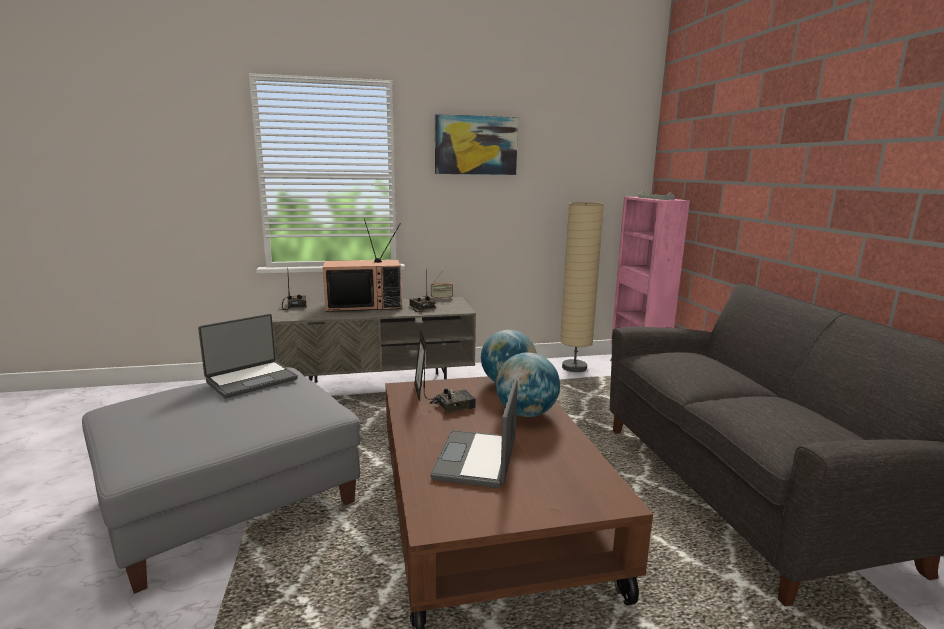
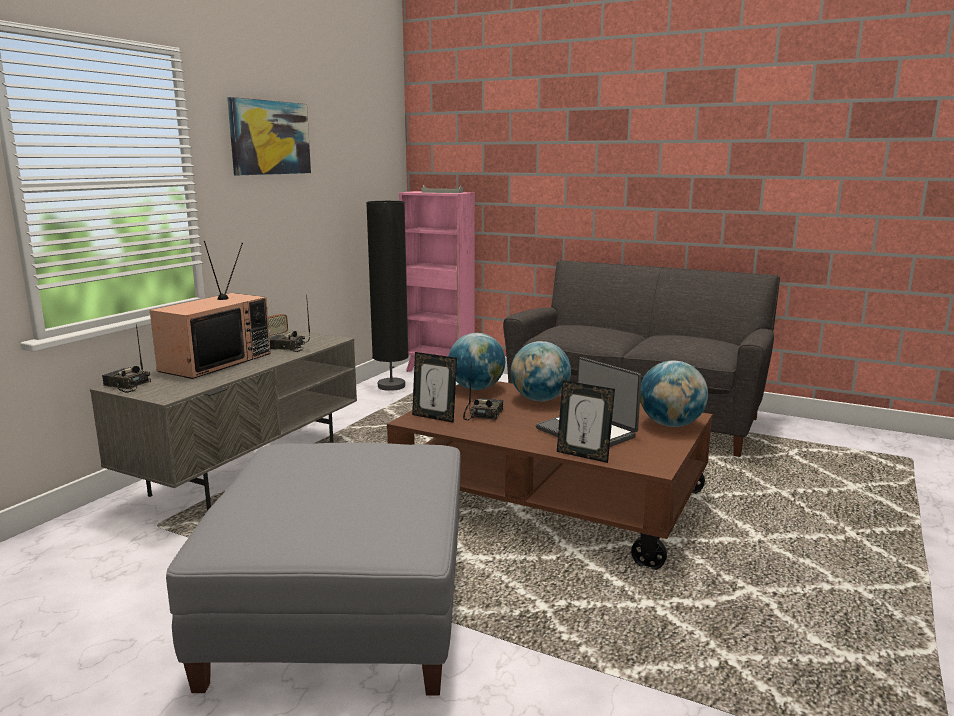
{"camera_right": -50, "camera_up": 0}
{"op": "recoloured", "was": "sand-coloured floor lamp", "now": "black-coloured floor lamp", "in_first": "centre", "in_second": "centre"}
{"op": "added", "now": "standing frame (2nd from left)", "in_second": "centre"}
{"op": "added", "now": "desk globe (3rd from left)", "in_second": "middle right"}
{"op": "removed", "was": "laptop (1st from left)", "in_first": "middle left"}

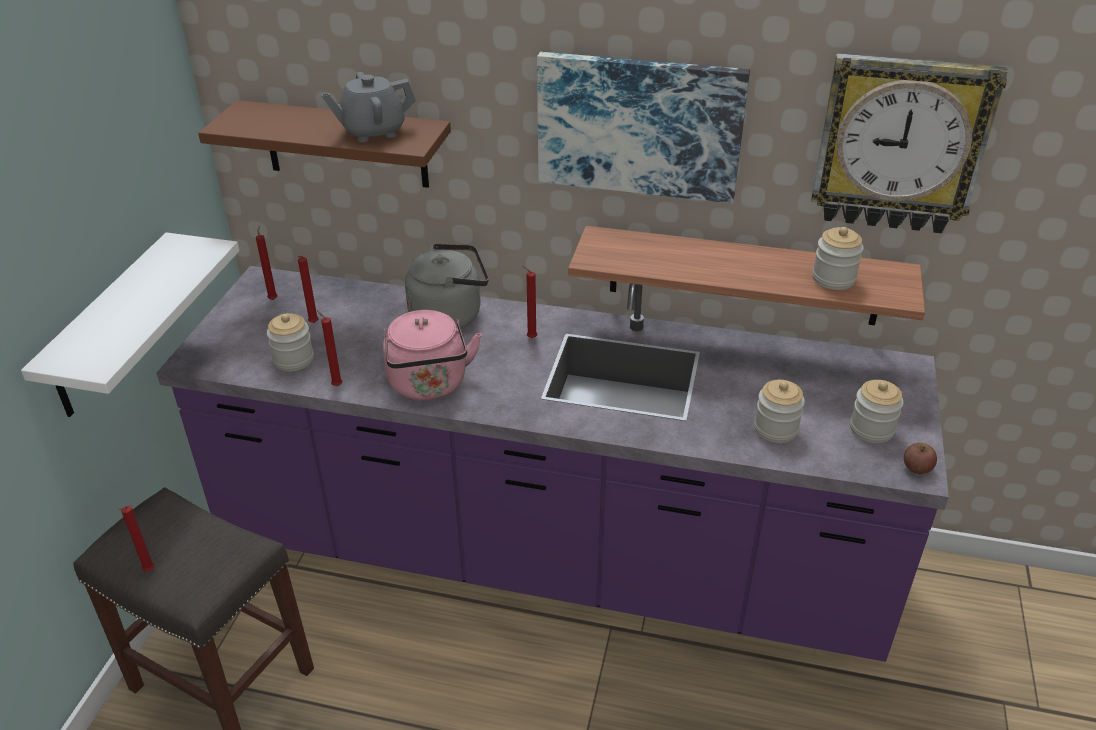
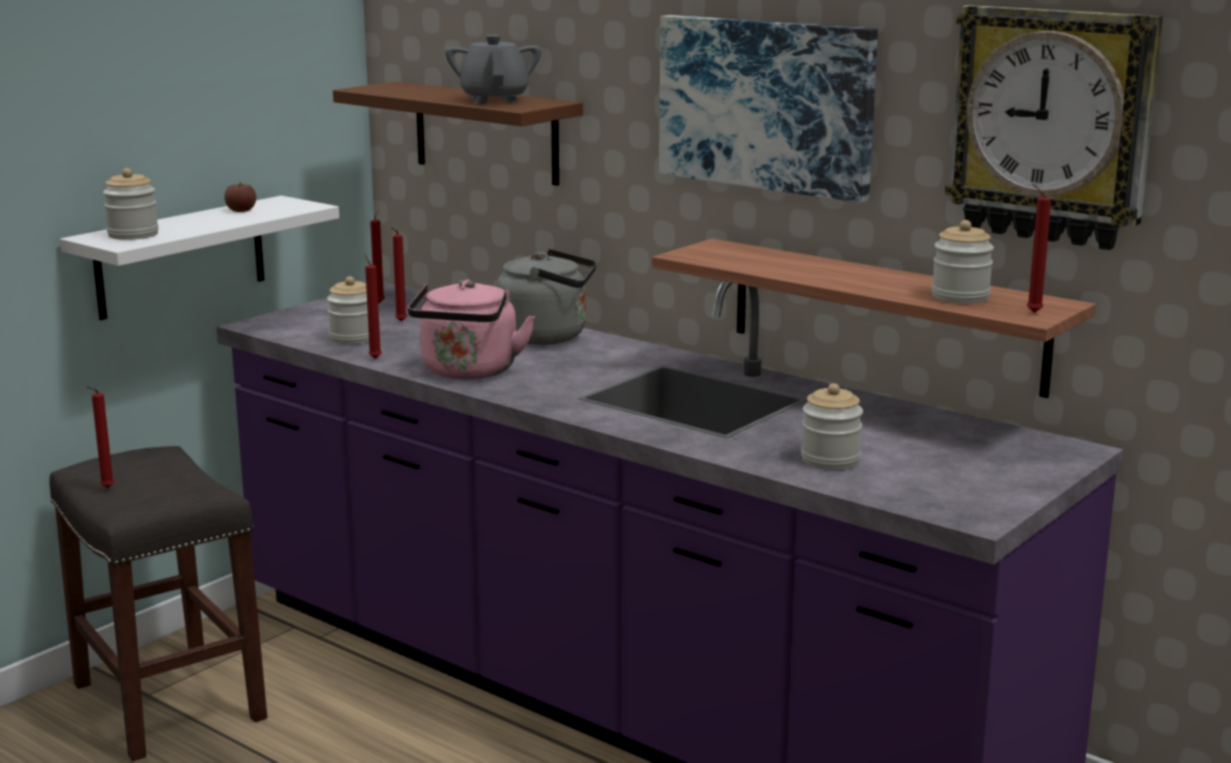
{"camera_right": 25, "camera_up": -20}
{"op": "moved", "was": "preserve jar (4th from left in the first image)", "now": "preserve jar (1st from left)", "in_first": "middle right", "in_second": "top left"}
{"op": "moved", "was": "apple", "in_first": "middle right", "in_second": "top left"}
{"op": "turned", "was": "gray tea pot", "in_first": "top centre", "in_second": "top centre", "clockwise": 75}
{"op": "moved", "was": "red candle (5th from left)", "in_first": "centre", "in_second": "top right"}

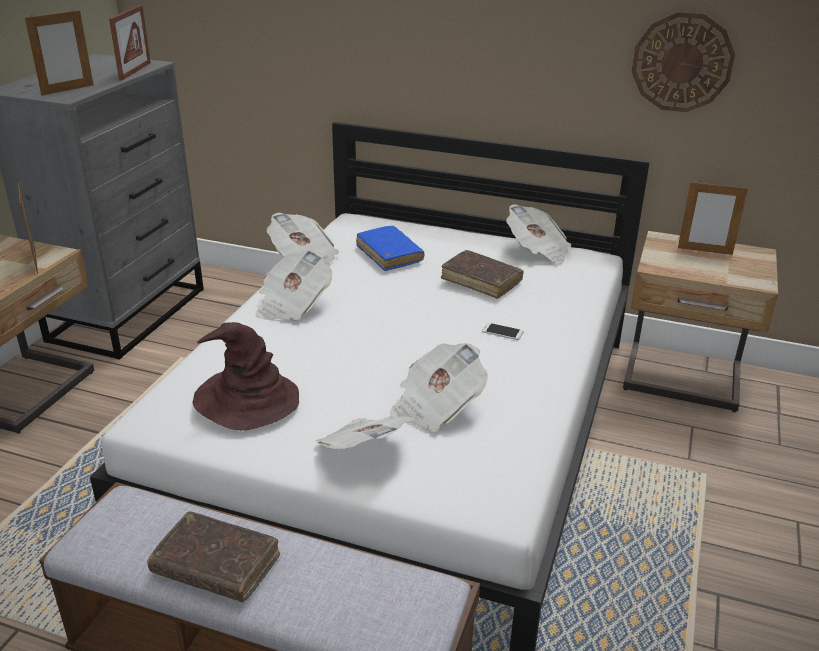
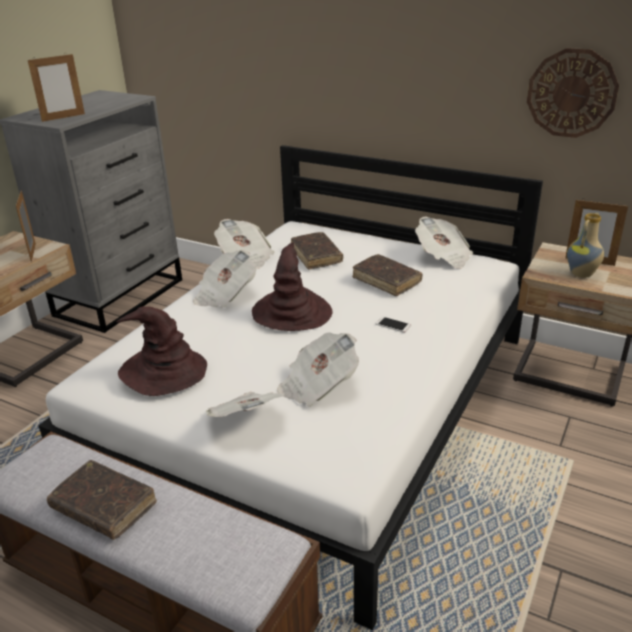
{"camera_right": 10, "camera_up": 0}
{"op": "added", "now": "brownish wearable hat (2nd from left)", "in_second": "centre"}
{"op": "recoloured", "was": "bluish bound book", "now": "brownish bound book (2nd from left)", "in_first": "centre", "in_second": "centre"}
{"op": "added", "now": "vase", "in_second": "middle right"}
{"op": "removed", "was": "standing frame (3rd from left)", "in_first": "top left"}

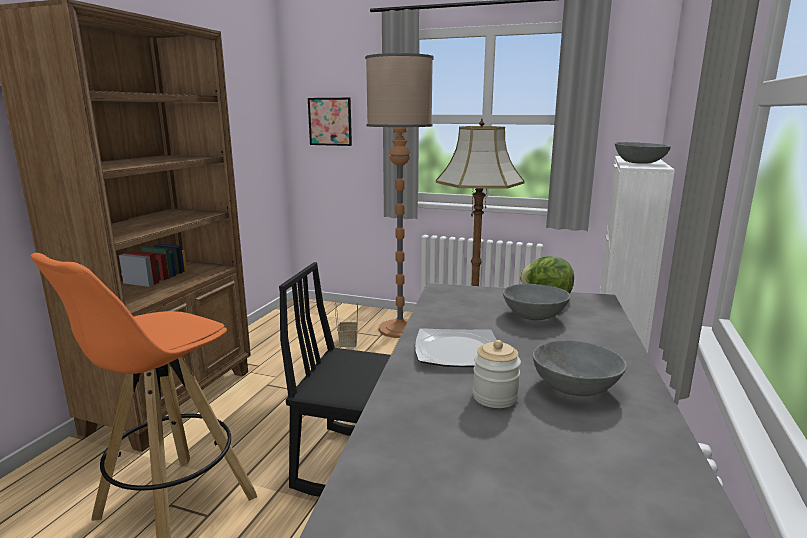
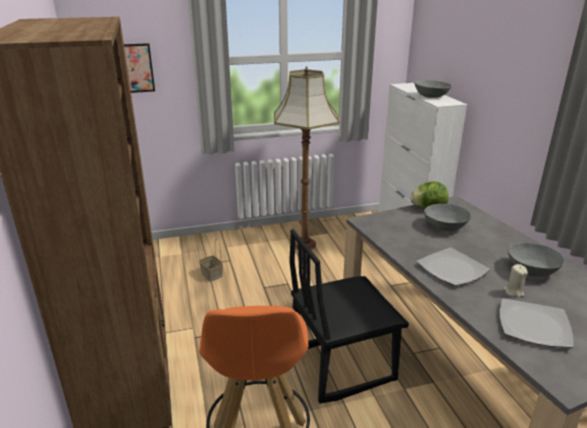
{"camera_right": -35, "camera_up": 10}
{"op": "added", "now": "dinner plate (2nd from left)", "in_second": "bottom right"}
{"op": "replaced", "was": "preserve jar", "now": "sand-coloured candle", "in_first": "bottom centre", "in_second": "middle right"}
{"op": "removed", "was": "floor lamp (1st from left)", "in_first": "centre"}

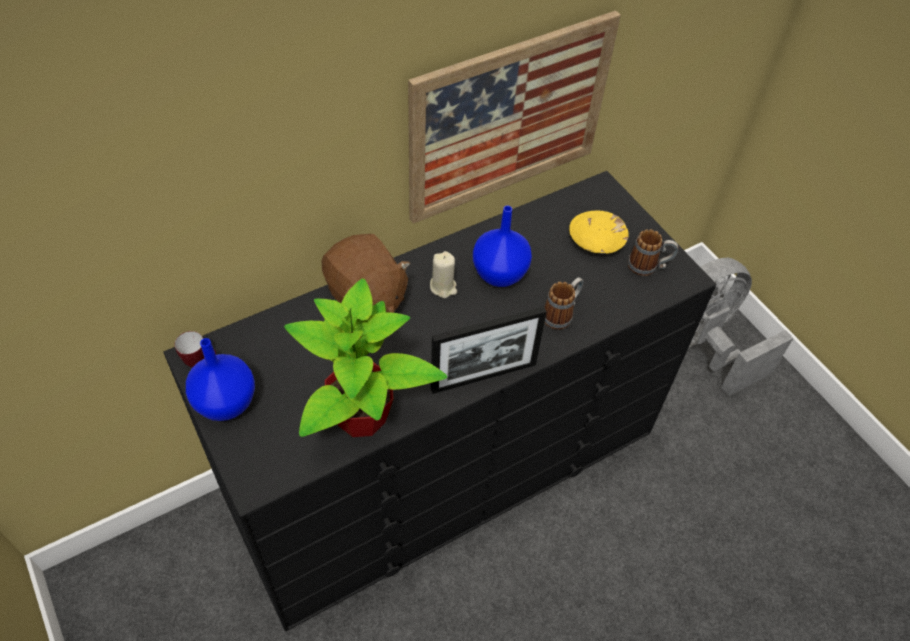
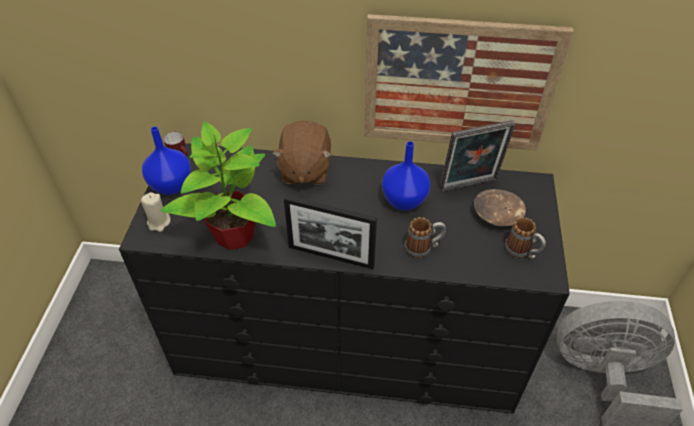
{"camera_right": 40, "camera_up": -5}
{"op": "moved", "was": "sand-coloured candle", "in_first": "centre", "in_second": "middle left"}
{"op": "added", "now": "standing frame (2nd from left)", "in_second": "middle right"}
{"op": "recoloured", "was": "yellowish serving bowl", "now": "brownish serving bowl", "in_first": "centre", "in_second": "middle right"}

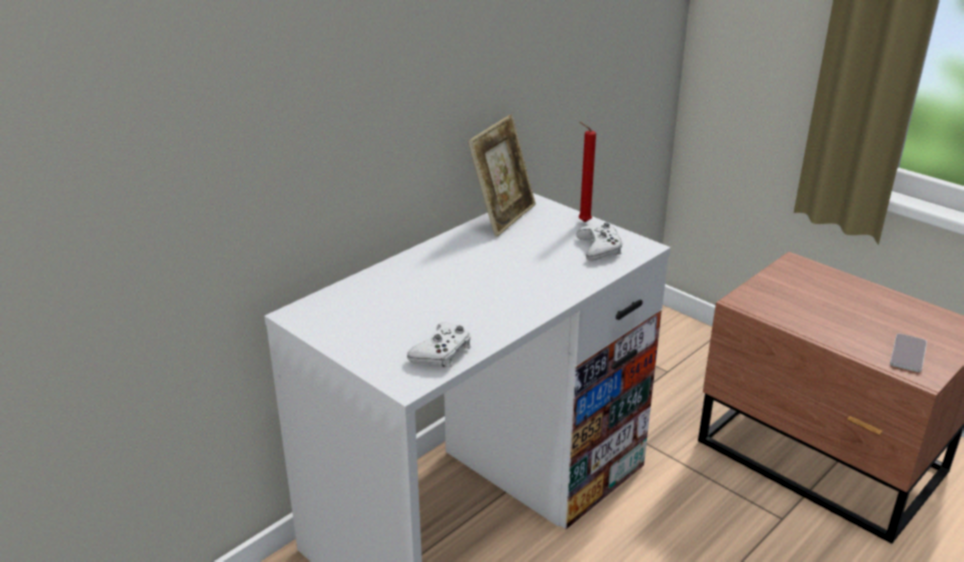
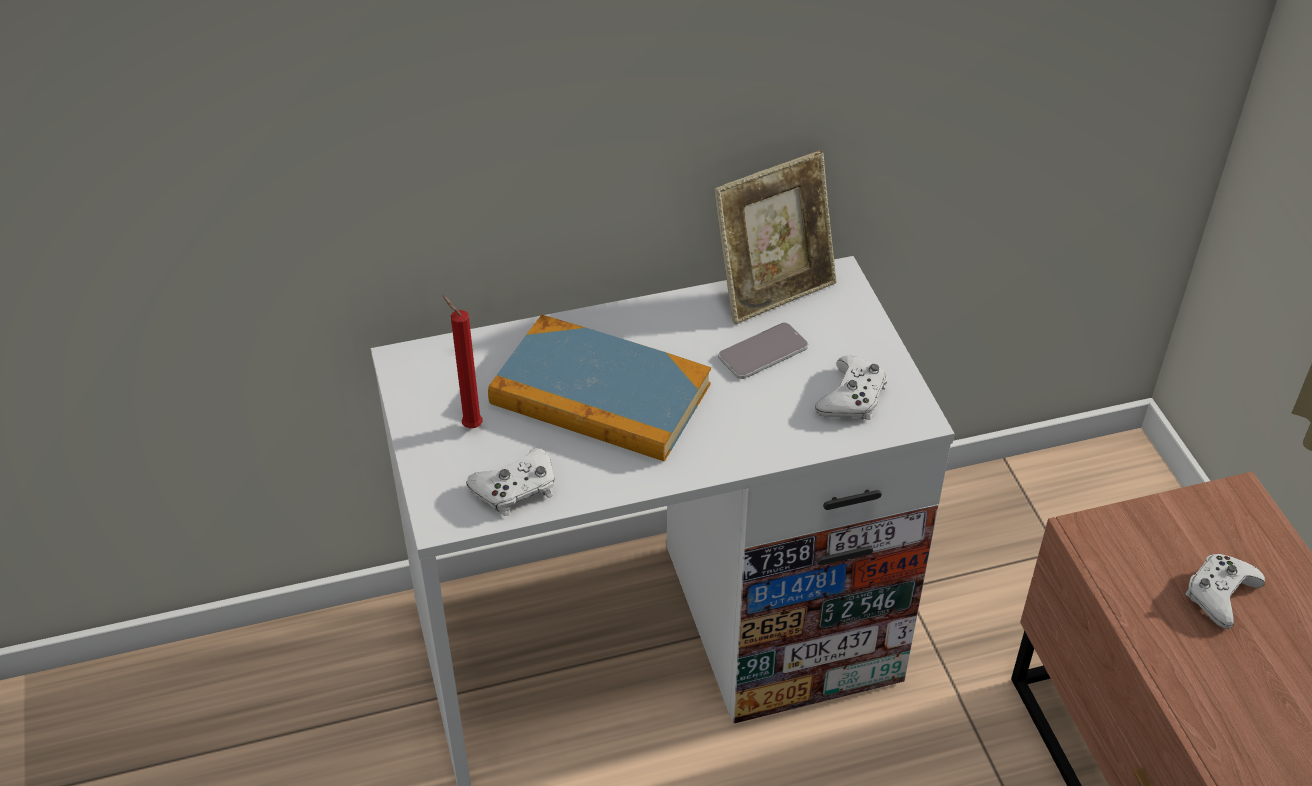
{"camera_right": 30, "camera_up": 15}
{"op": "moved", "was": "red candle", "in_first": "top centre", "in_second": "centre"}
{"op": "added", "now": "bound book", "in_second": "centre"}
{"op": "moved", "was": "phone", "in_first": "middle right", "in_second": "centre"}
{"op": "added", "now": "white-coloured joypad (3rd from left)", "in_second": "bottom right"}

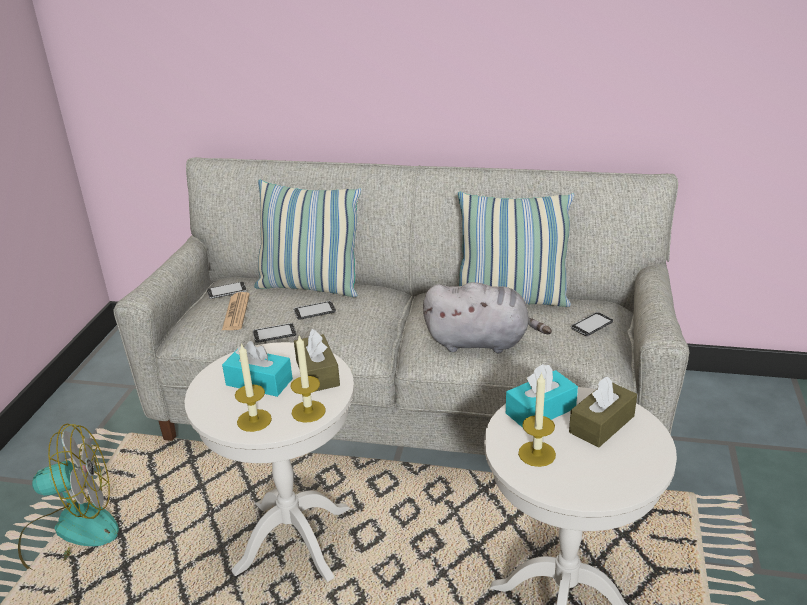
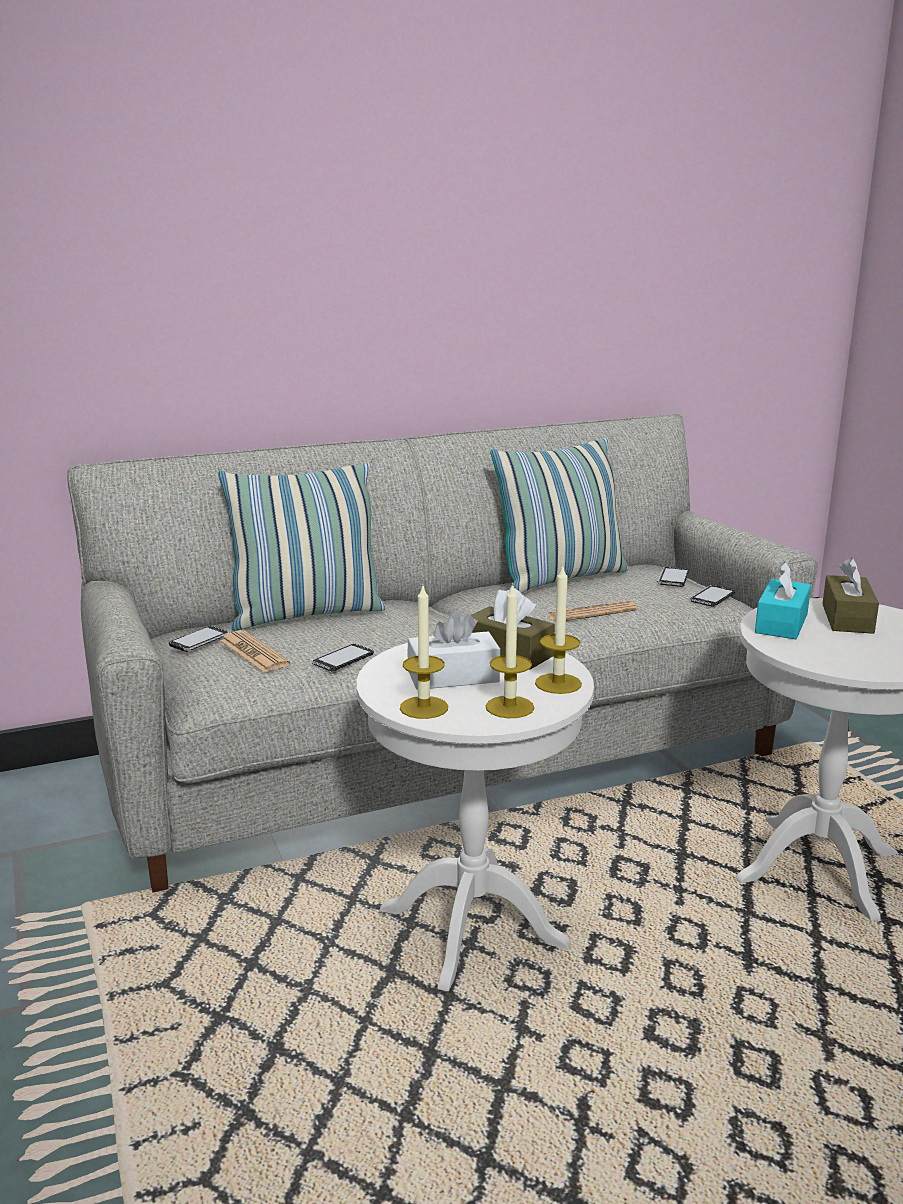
{"camera_right": -35, "camera_up": -10}
{"op": "moved", "was": "candle (3rd from left in the first image)", "now": "candle (1st from left)", "in_first": "bottom centre", "in_second": "centre"}
{"op": "recoloured", "was": "turquoise box of tissues (1st from left)", "now": "white-coloured box of tissues", "in_first": "middle left", "in_second": "centre"}
{"op": "replaced", "was": "gray cuddly toy", "now": "daily paper (2nd from left)", "in_first": "centre", "in_second": "centre"}
{"op": "moved", "was": "phone (3rd from left in the first image)", "now": "phone (4th from left)", "in_first": "centre", "in_second": "middle right"}
{"op": "removed", "was": "cooling fan", "in_first": "bottom left"}

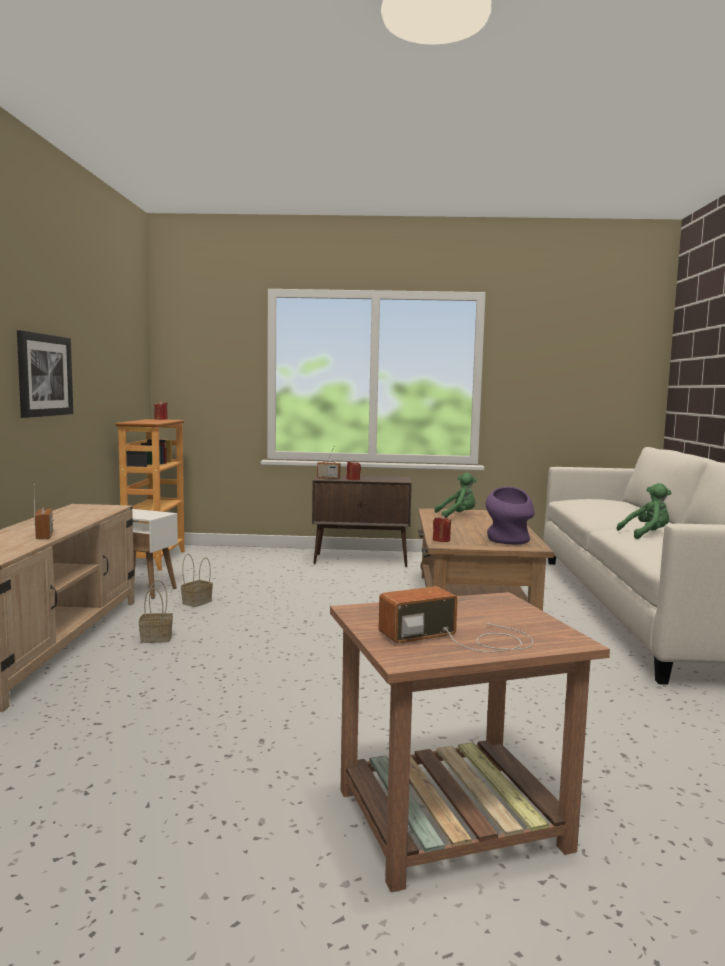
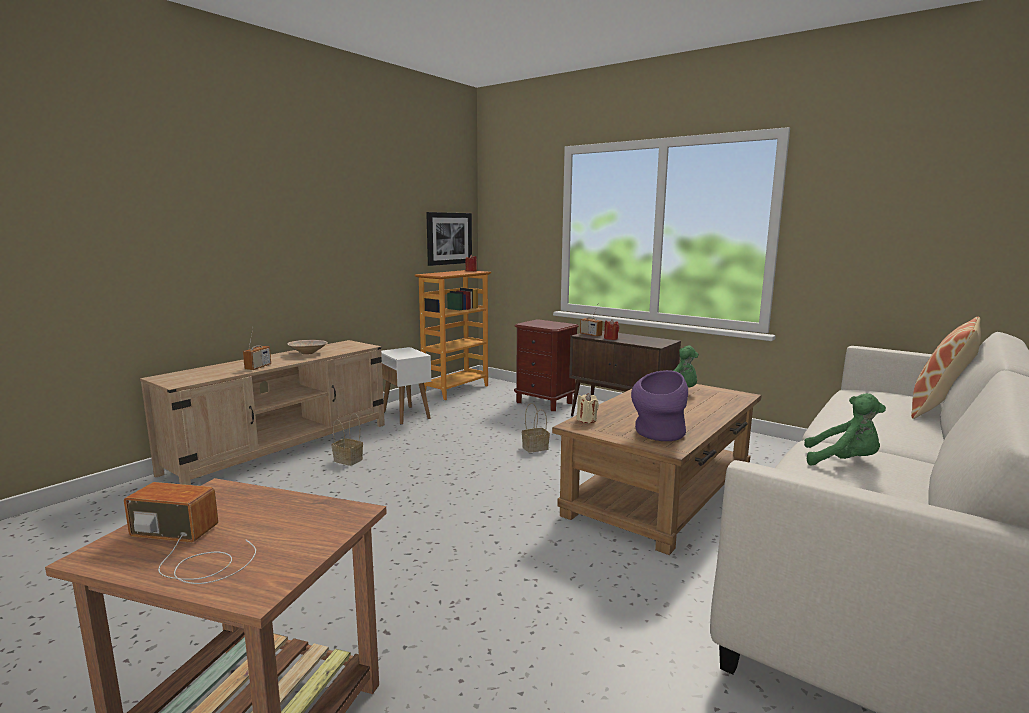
{"camera_right": 35, "camera_up": 5}
{"op": "added", "now": "sand-coloured serving bowl", "in_second": "middle left"}
{"op": "moved", "was": "wall picture", "in_first": "middle left", "in_second": "centre"}
{"op": "added", "now": "brownish nightstand", "in_second": "centre"}
{"op": "moved", "was": "basket (2nd from left)", "in_first": "middle left", "in_second": "centre"}
{"op": "recoloured", "was": "red candle (3rd from left)", "now": "sand-coloured candle", "in_first": "centre", "in_second": "centre"}
{"op": "added", "now": "cushion", "in_second": "middle right"}

